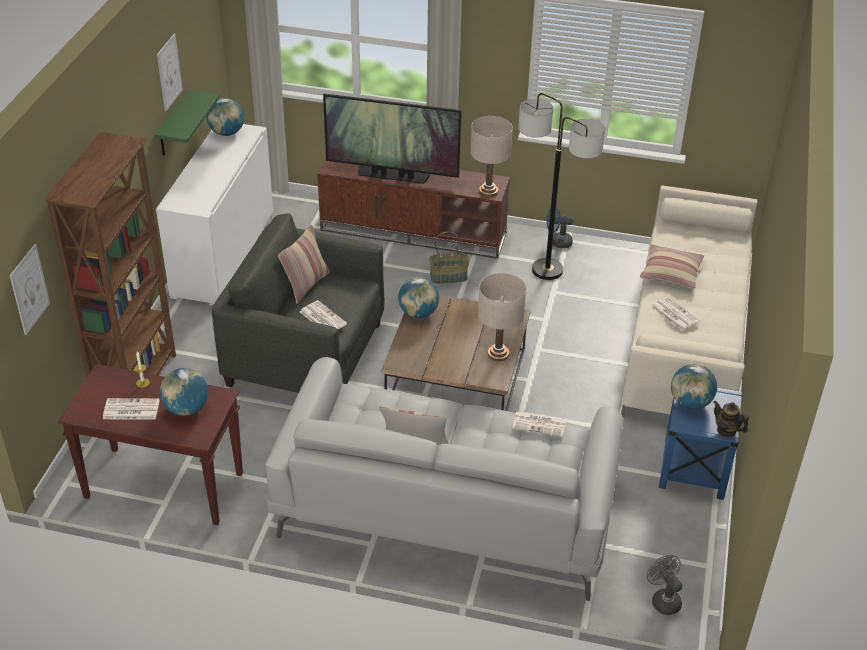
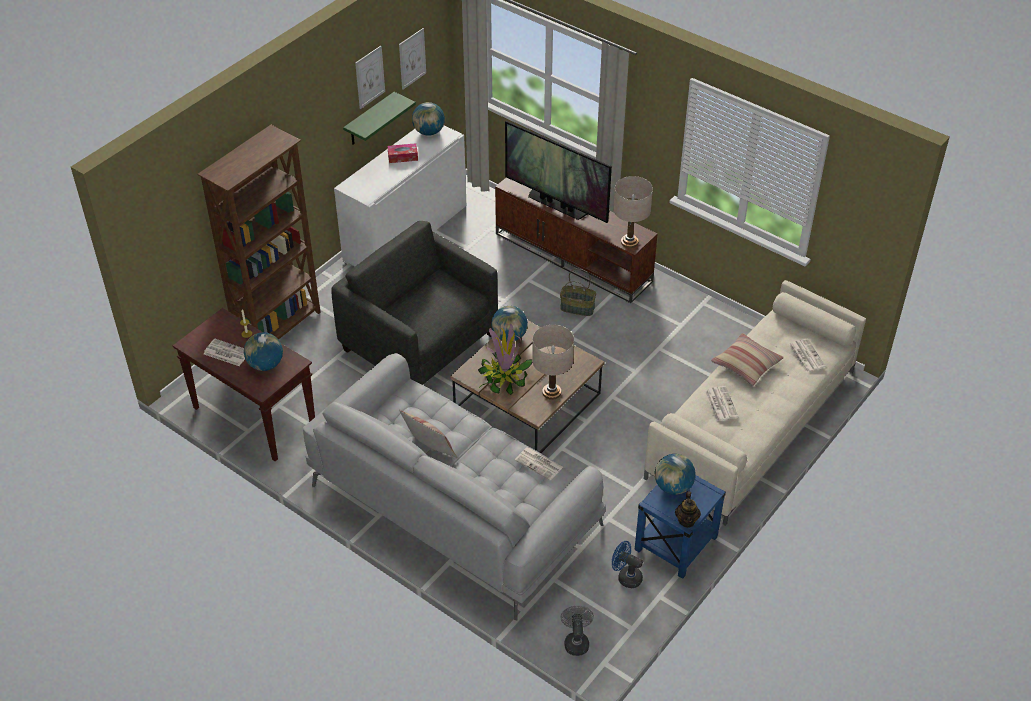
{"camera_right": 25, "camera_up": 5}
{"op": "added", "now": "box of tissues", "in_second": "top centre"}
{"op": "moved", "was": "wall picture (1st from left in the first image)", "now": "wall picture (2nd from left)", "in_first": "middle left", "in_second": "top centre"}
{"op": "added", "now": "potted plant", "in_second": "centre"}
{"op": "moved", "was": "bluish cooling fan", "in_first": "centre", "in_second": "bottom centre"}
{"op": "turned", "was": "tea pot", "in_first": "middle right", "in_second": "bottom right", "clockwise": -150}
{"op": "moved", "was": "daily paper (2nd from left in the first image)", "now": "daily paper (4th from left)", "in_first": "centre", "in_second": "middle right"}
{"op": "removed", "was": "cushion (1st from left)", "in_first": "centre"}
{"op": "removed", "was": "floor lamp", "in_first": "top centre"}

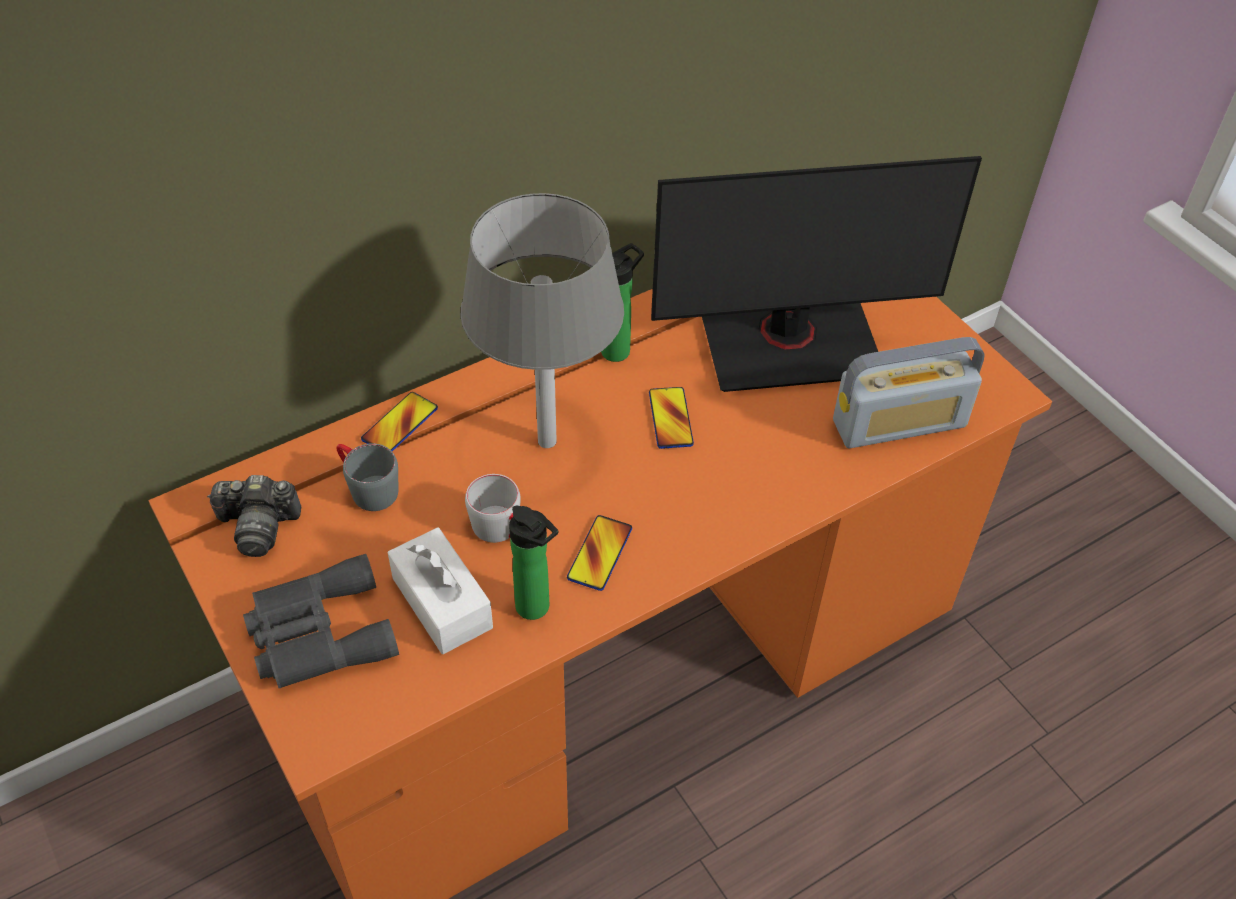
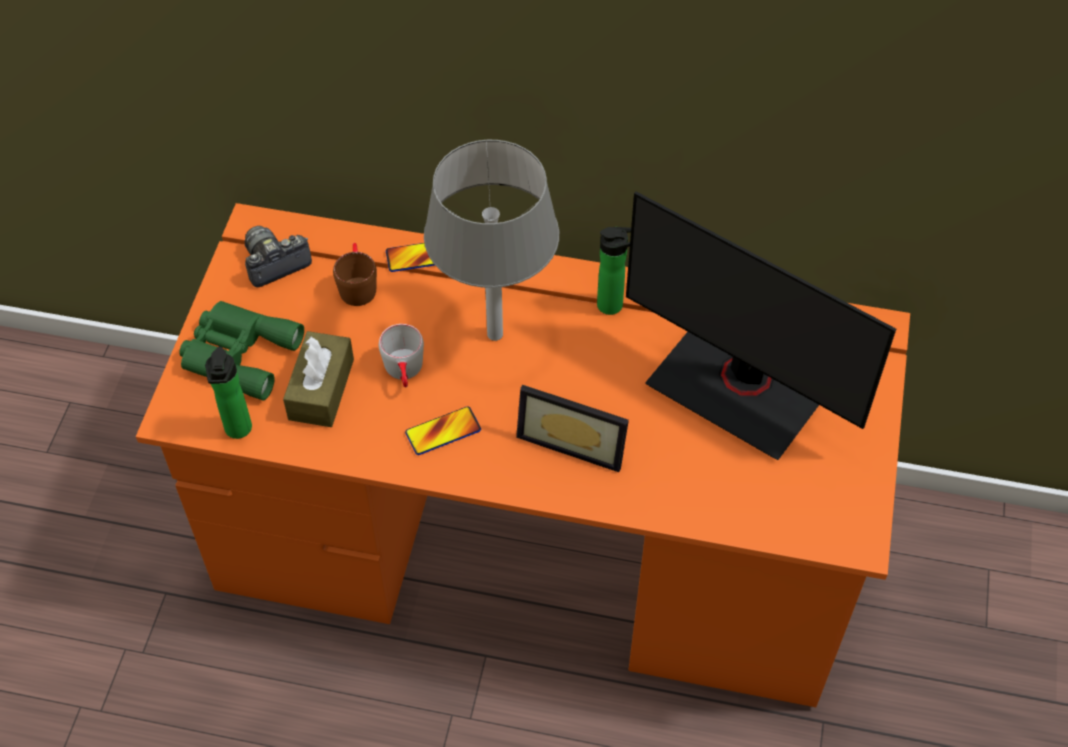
{"camera_right": 45, "camera_up": 5}
{"op": "recoloured", "was": "gray binoculars", "now": "green-coloured binoculars", "in_first": "bottom left", "in_second": "middle left"}
{"op": "moved", "was": "bottle (1st from left)", "in_first": "centre", "in_second": "middle left"}
{"op": "turned", "was": "still camera", "in_first": "middle left", "in_second": "middle left", "clockwise": 105}
{"op": "recoloured", "was": "white-coloured box of tissues", "now": "brownish box of tissues", "in_first": "centre", "in_second": "middle left"}
{"op": "recoloured", "was": "gray mug (1st from left)", "now": "brownish mug", "in_first": "middle left", "in_second": "middle left"}
{"op": "added", "now": "standing frame", "in_second": "centre"}
{"op": "removed", "was": "phone (3rd from left)", "in_first": "centre"}
{"op": "removed", "was": "radio receiver", "in_first": "middle right"}

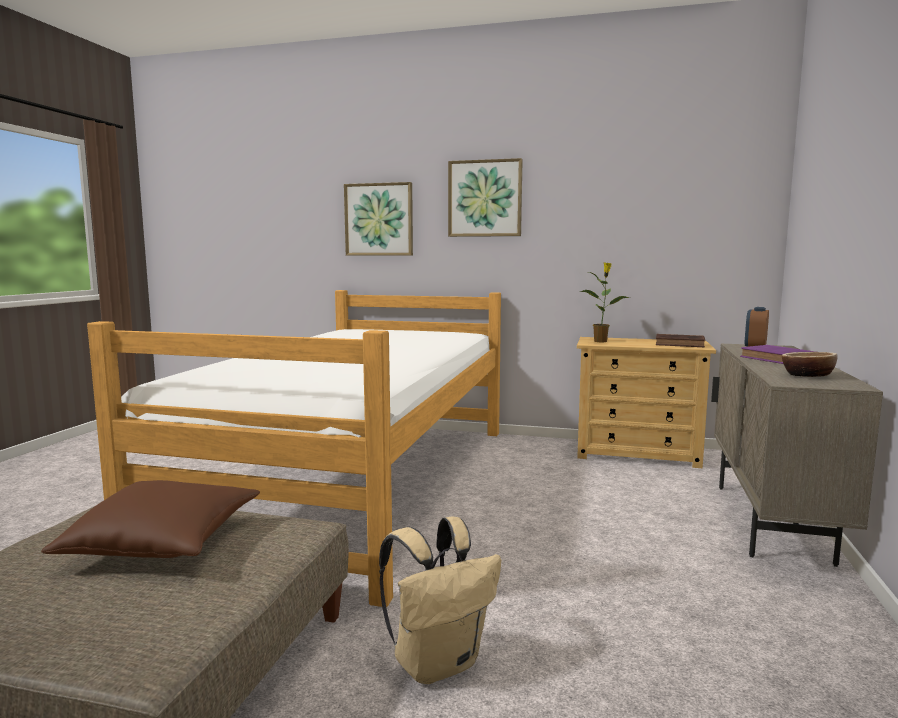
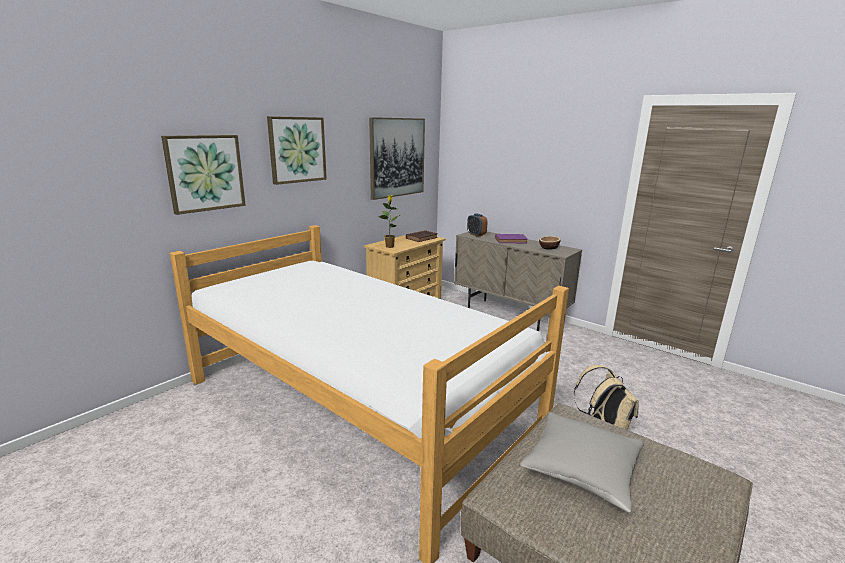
{"camera_right": -65, "camera_up": 10}
{"op": "added", "now": "wall picture (3rd from left)", "in_second": "top centre"}
{"op": "recoloured", "was": "brownish cushion", "now": "gray cushion", "in_first": "bottom left", "in_second": "bottom right"}

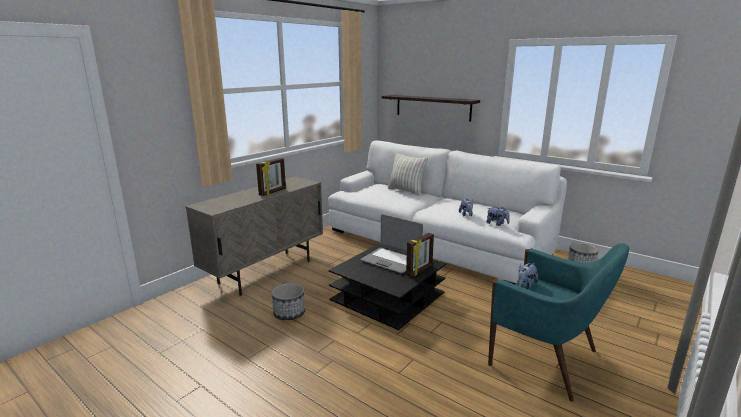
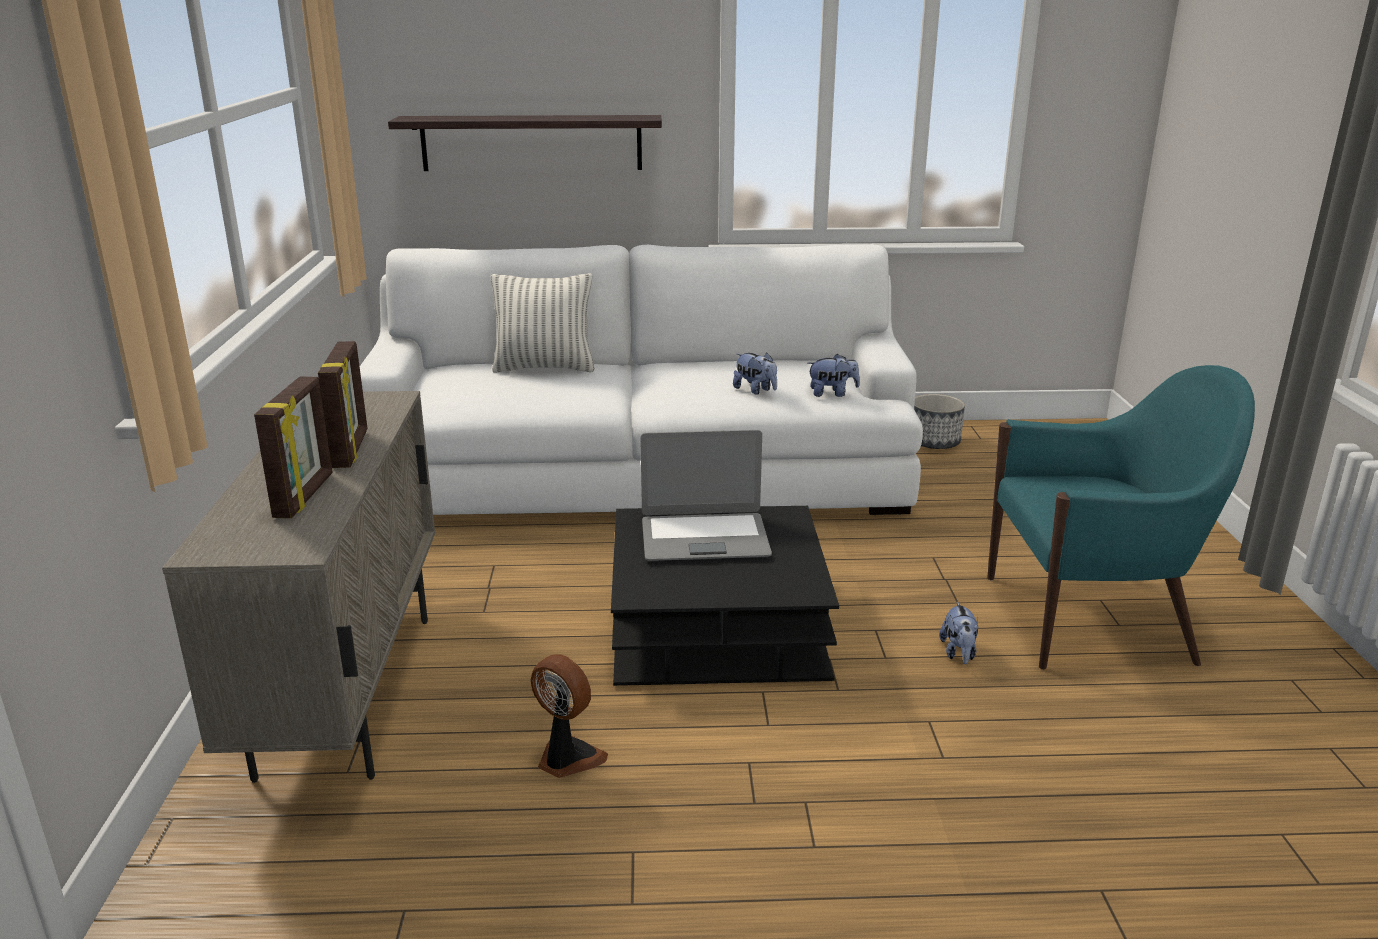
{"camera_right": -40, "camera_up": 5}
{"op": "moved", "was": "standing frame (2nd from left in the first image)", "now": "standing frame (1st from left)", "in_first": "centre", "in_second": "middle left"}
{"op": "replaced", "was": "plant pot (1st from left)", "now": "cooling fan", "in_first": "bottom centre", "in_second": "bottom centre"}
{"op": "moved", "was": "cuddly toy (3rd from left)", "in_first": "middle right", "in_second": "bottom right"}

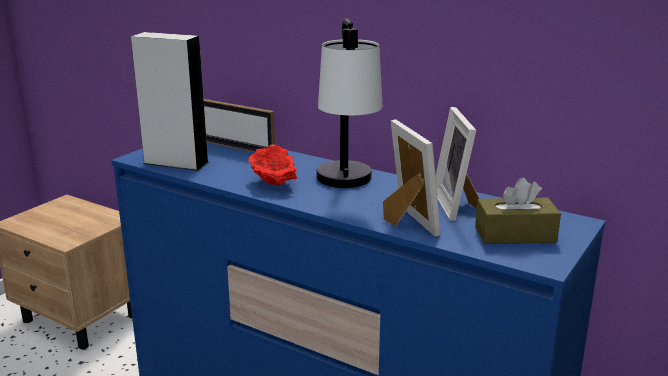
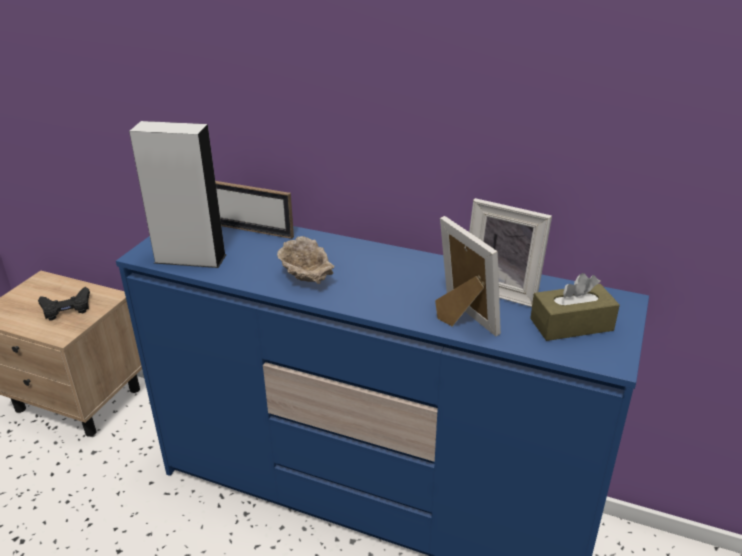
{"camera_right": -10, "camera_up": 10}
{"op": "added", "now": "black-coloured joypad", "in_second": "middle left"}
{"op": "recoloured", "was": "red serving bowl", "now": "sand-coloured serving bowl", "in_first": "centre", "in_second": "centre"}
{"op": "turned", "was": "standing frame (3rd from left)", "in_first": "middle right", "in_second": "middle right", "clockwise": -45}
{"op": "removed", "was": "tabletop lamp", "in_first": "top centre"}

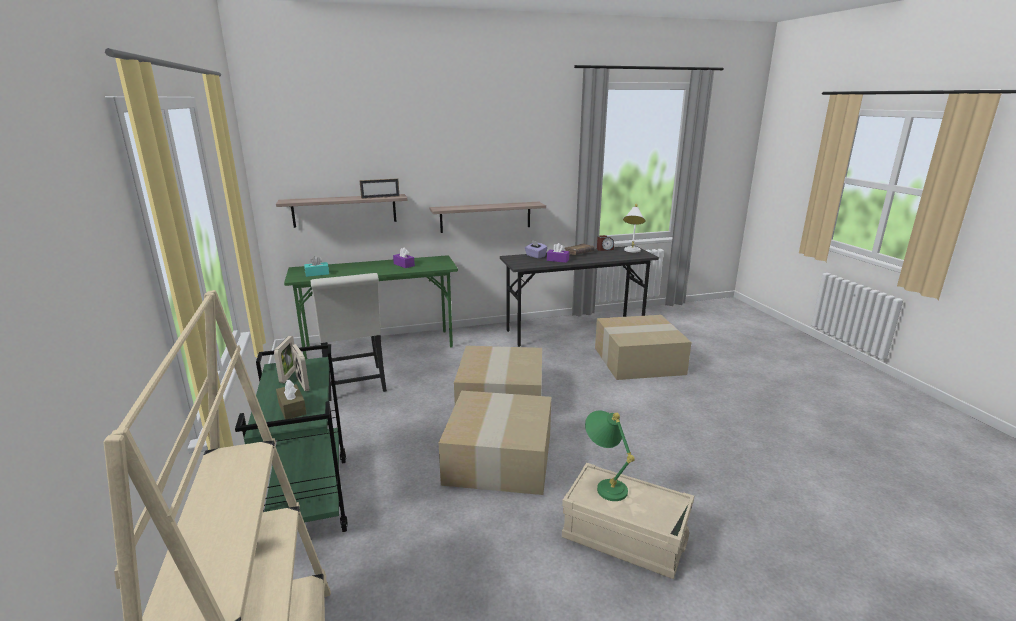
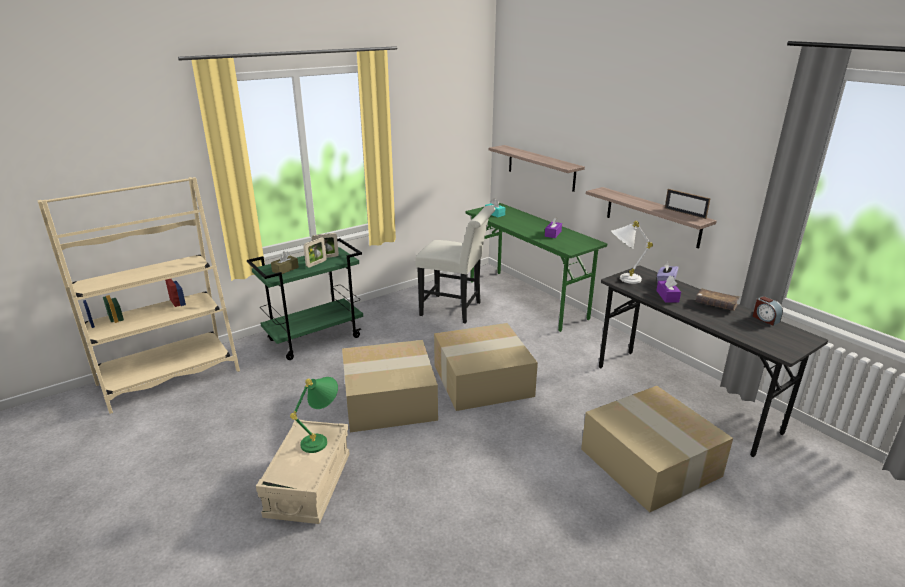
{"camera_right": 70, "camera_up": 5}
{"op": "turned", "was": "white-coloured plain chair", "in_first": "centre", "in_second": "centre", "clockwise": -120}
{"op": "moved", "was": "white-coloured tabletop lamp", "in_first": "centre", "in_second": "middle right"}
{"op": "moved", "was": "standing frame (3rd from left)", "in_first": "top centre", "in_second": "middle right"}

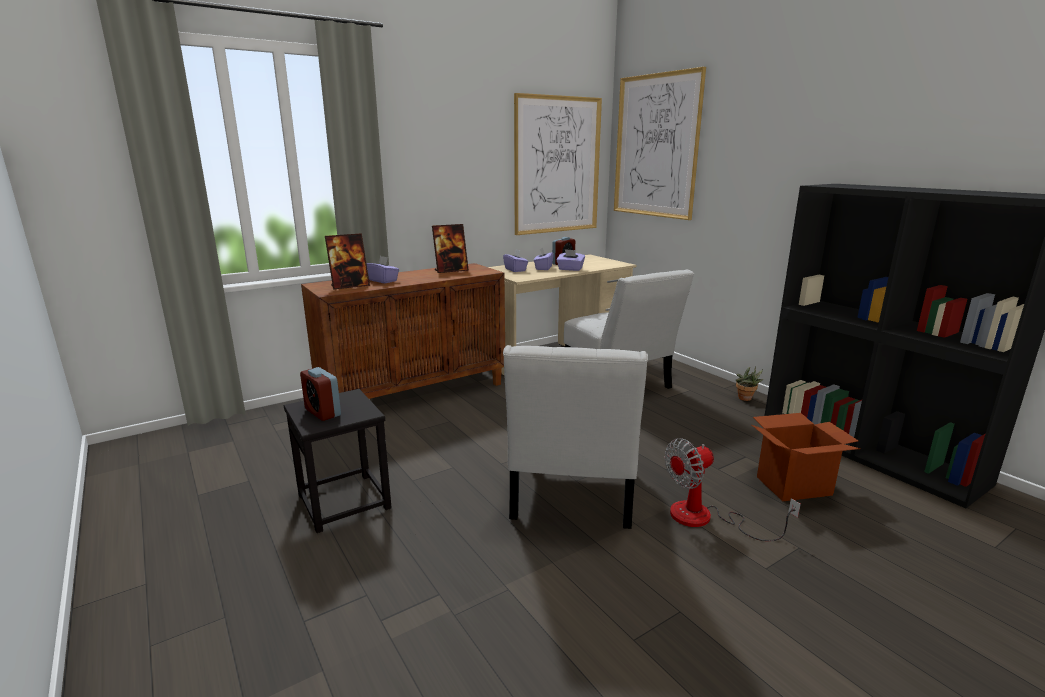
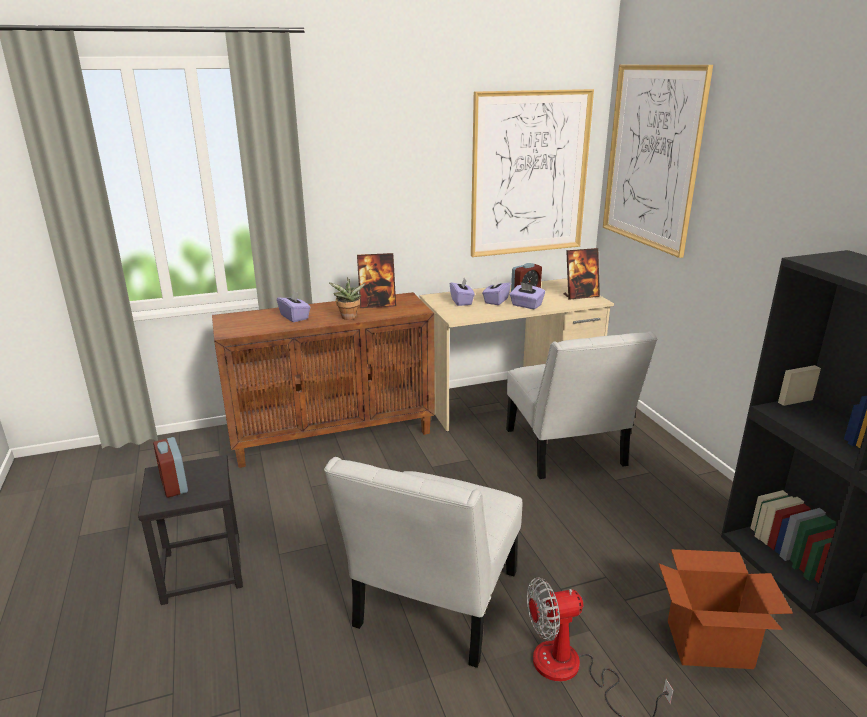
{"camera_right": 15, "camera_up": 5}
{"op": "moved", "was": "potted plant", "in_first": "middle right", "in_second": "centre"}
{"op": "moved", "was": "standing frame (1st from left in the first image)", "now": "standing frame (2nd from left)", "in_first": "middle left", "in_second": "middle right"}

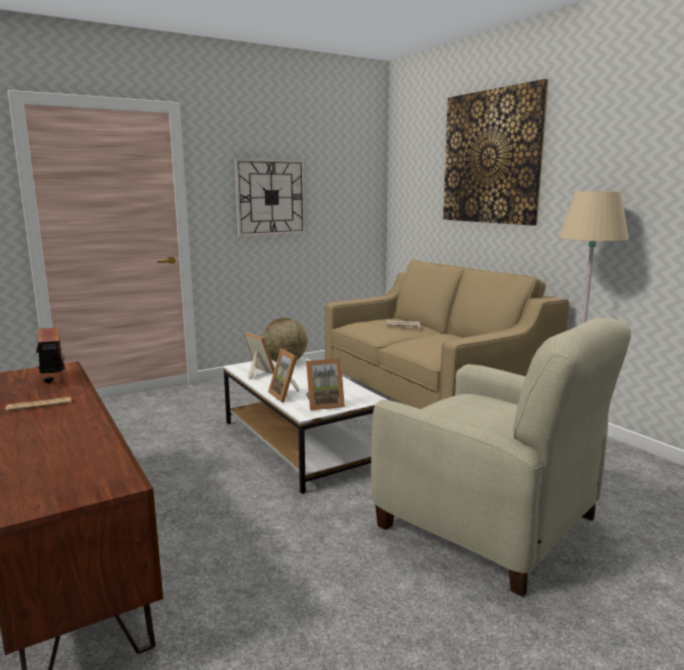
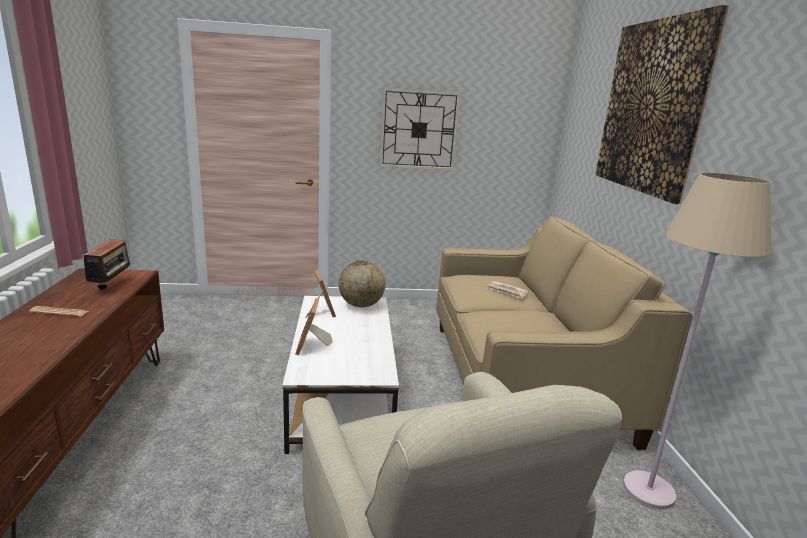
{"camera_right": 25, "camera_up": 5}
{"op": "removed", "was": "standing frame (3rd from left)", "in_first": "centre"}

